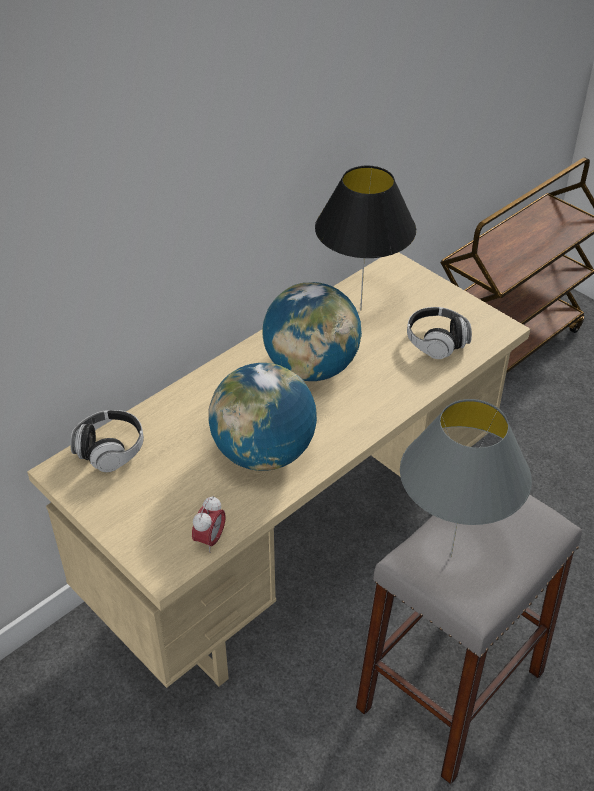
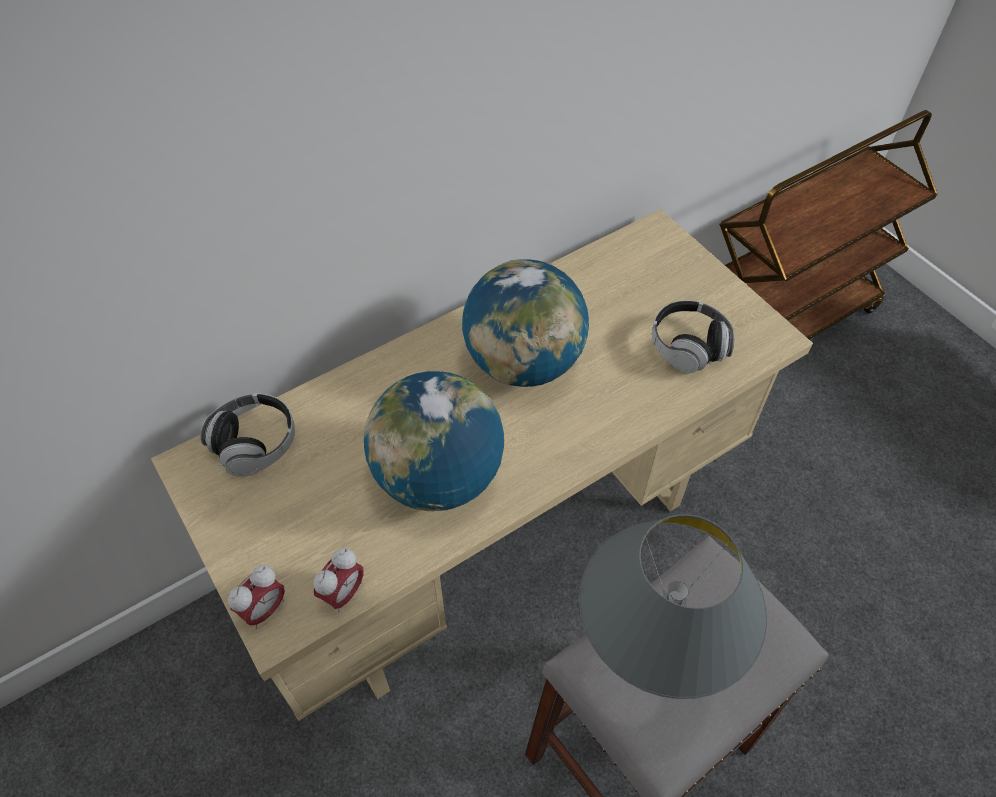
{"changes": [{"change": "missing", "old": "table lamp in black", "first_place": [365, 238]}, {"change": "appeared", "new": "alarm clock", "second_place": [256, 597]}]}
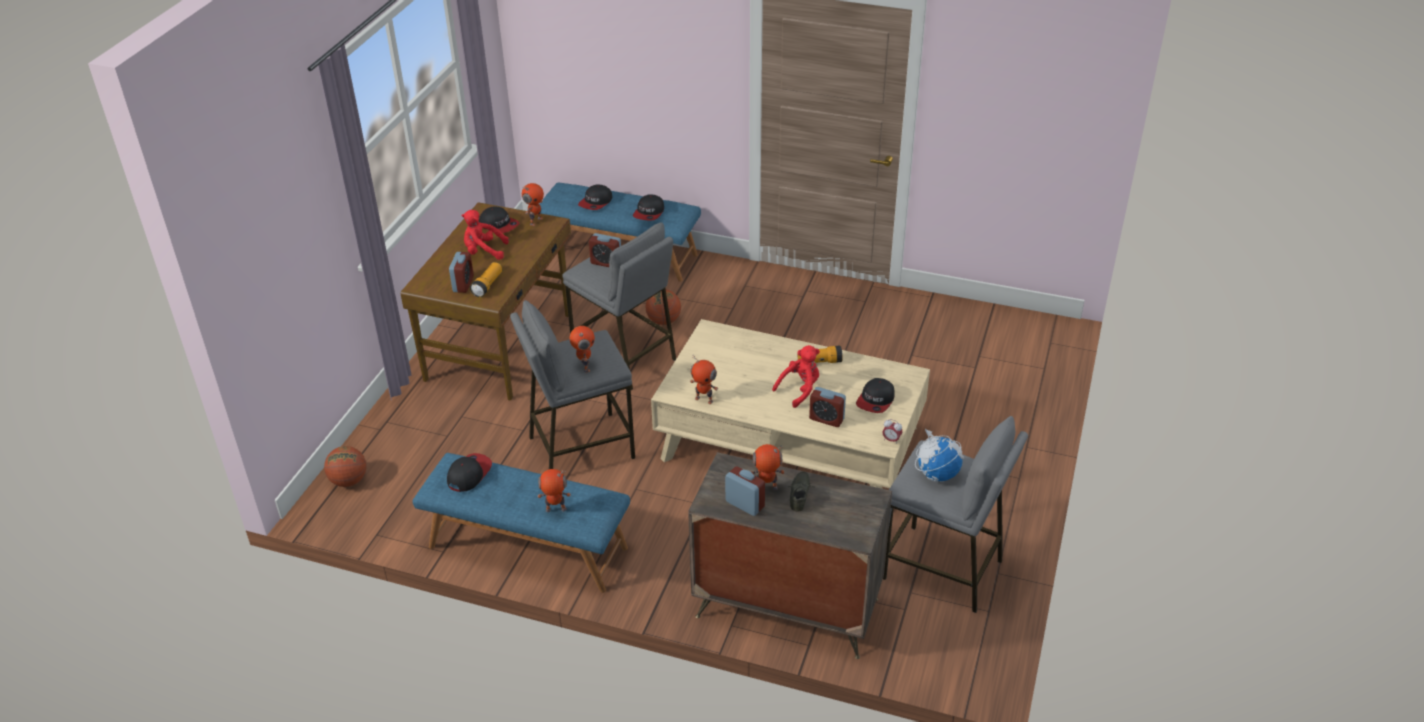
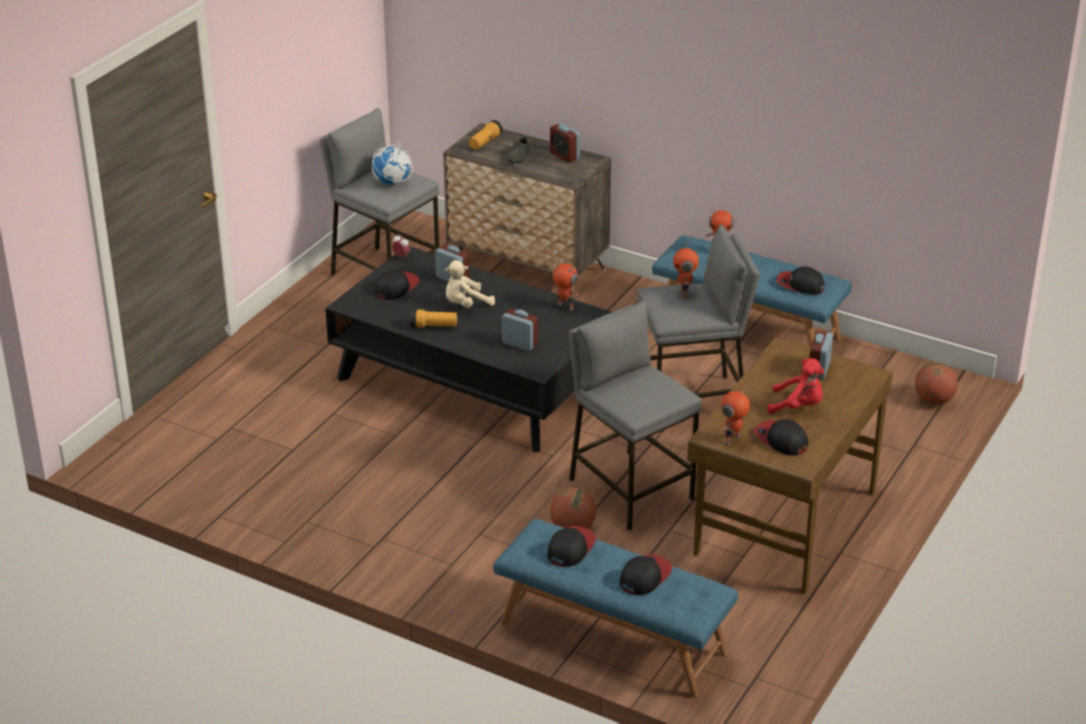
{"changes": [{"change": "spun", "old": "cap", "first_place": [469, 472], "second_place": [801, 280], "degrees": 75}, {"change": "relocated", "old": "flashlight", "first_place": [486, 279], "second_place": [486, 135]}, {"change": "relocated", "old": "alarm clock", "first_place": [605, 250], "second_place": [520, 330]}, {"change": "colour", "old": "coffee table in beige", "new": "coffee table in black", "first_place": [790, 404], "second_place": [468, 349]}, {"change": "missing", "old": "toy robot", "first_place": [768, 467]}, {"change": "colour", "old": "plush toy in red", "new": "plush toy in beige", "first_place": [796, 376], "second_place": [470, 284]}]}
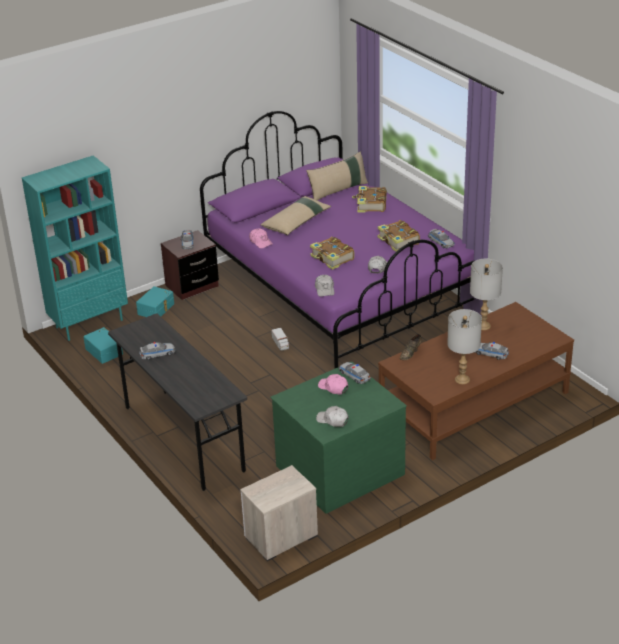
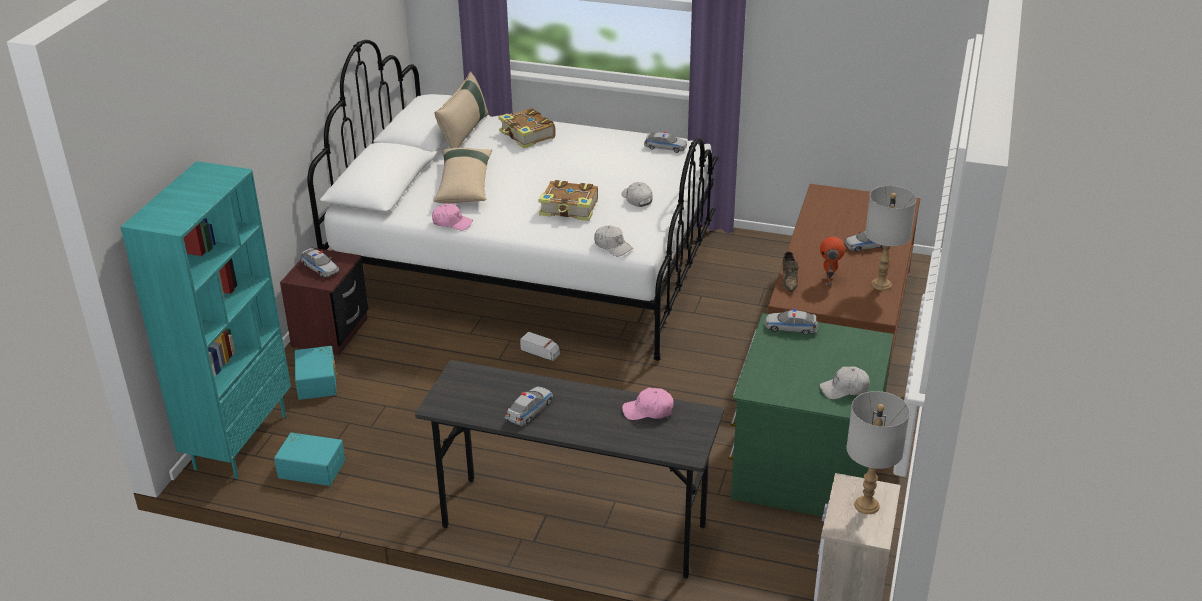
{"changes": [{"change": "colour", "old": "bed in purple", "new": "bed in white", "first_place": [337, 240], "second_place": [512, 200]}, {"change": "relocated", "old": "cap in pink", "first_place": [333, 384], "second_place": [647, 403]}, {"change": "missing", "old": "book", "first_place": [398, 236]}, {"change": "relocated", "old": "table lamp in grey", "first_place": [486, 294], "second_place": [878, 452]}, {"change": "appeared", "new": "toy robot", "second_place": [832, 257]}]}
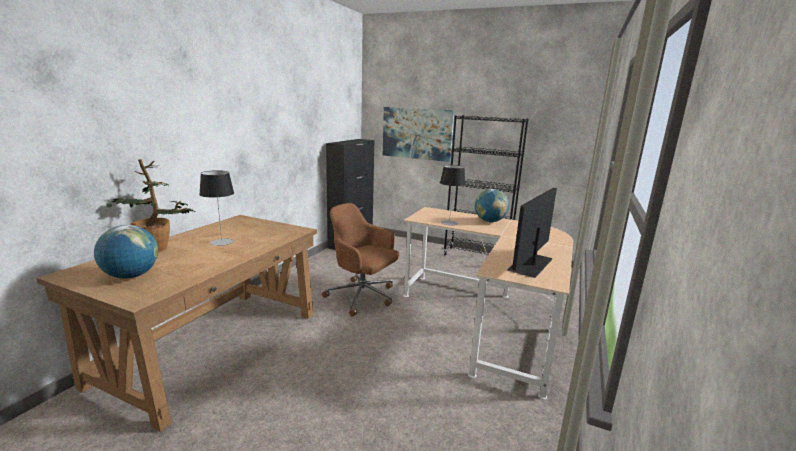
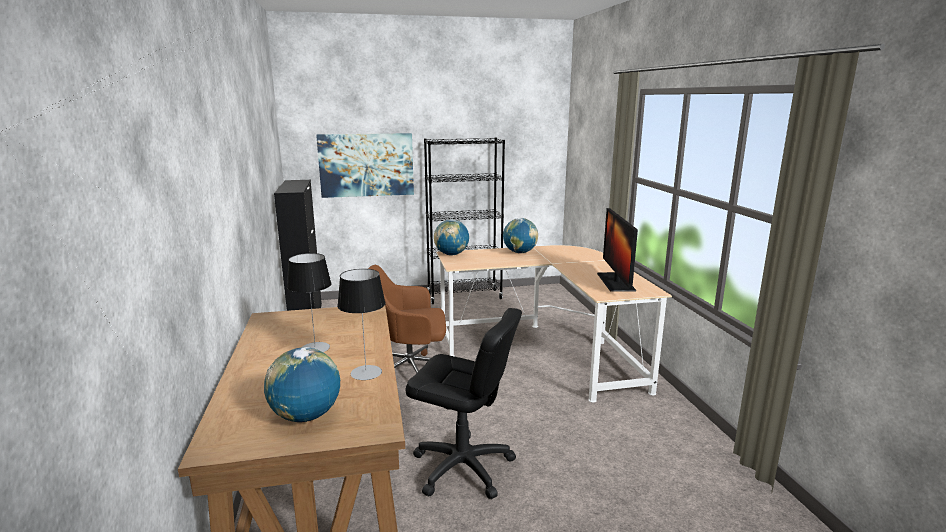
{"changes": [{"change": "missing", "old": "potted plant", "first_place": [150, 205]}, {"change": "relocated", "old": "table lamp", "first_place": [453, 195], "second_place": [361, 324]}, {"change": "appeared", "new": "office chair in black", "second_place": [464, 403]}, {"change": "appeared", "new": "globe", "second_place": [451, 237]}]}
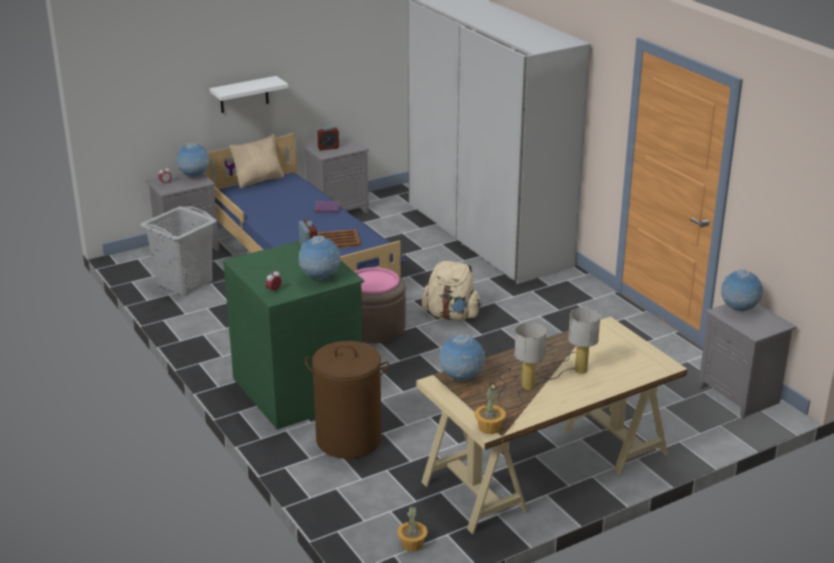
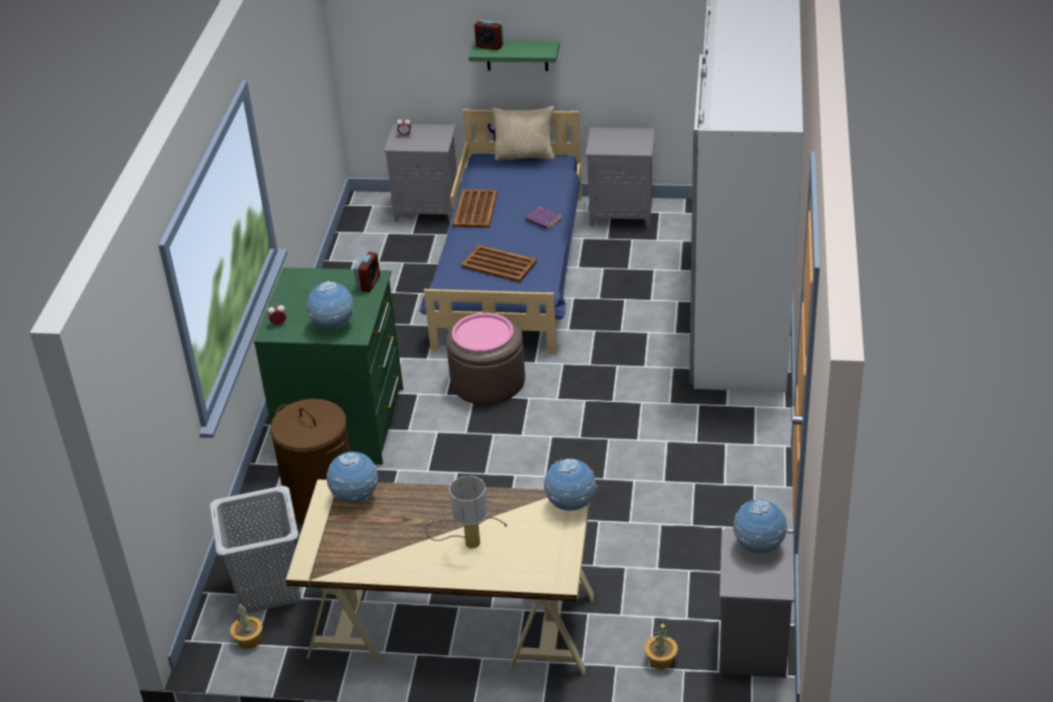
{"changes": [{"change": "relocated", "old": "laundry basket in grey", "first_place": [179, 250], "second_place": [255, 549]}, {"change": "relocated", "old": "globe", "first_place": [193, 160], "second_place": [571, 485]}, {"change": "colour", "old": "shelf in white", "new": "shelf in green", "first_place": [249, 94], "second_place": [514, 55]}, {"change": "relocated", "old": "alarm clock", "first_place": [328, 138], "second_place": [488, 34]}, {"change": "missing", "old": "backpack in beige", "first_place": [451, 290]}, {"change": "relocated", "old": "potted plant", "first_place": [490, 408], "second_place": [661, 645]}, {"change": "missing", "old": "table lamp", "first_place": [522, 365]}, {"change": "appeared", "new": "tray in brown", "second_place": [475, 208]}]}
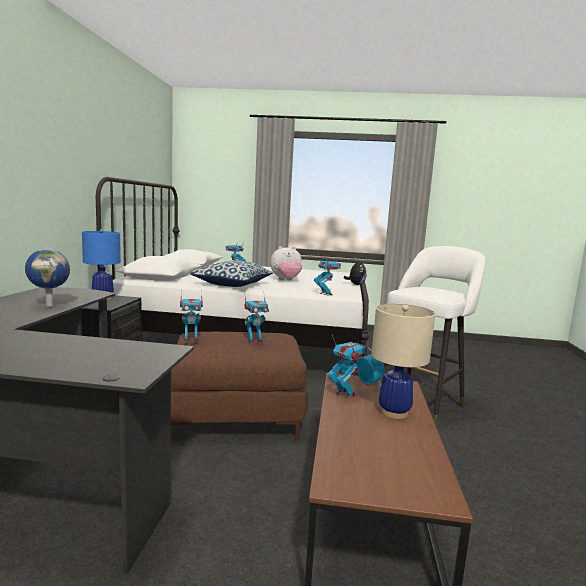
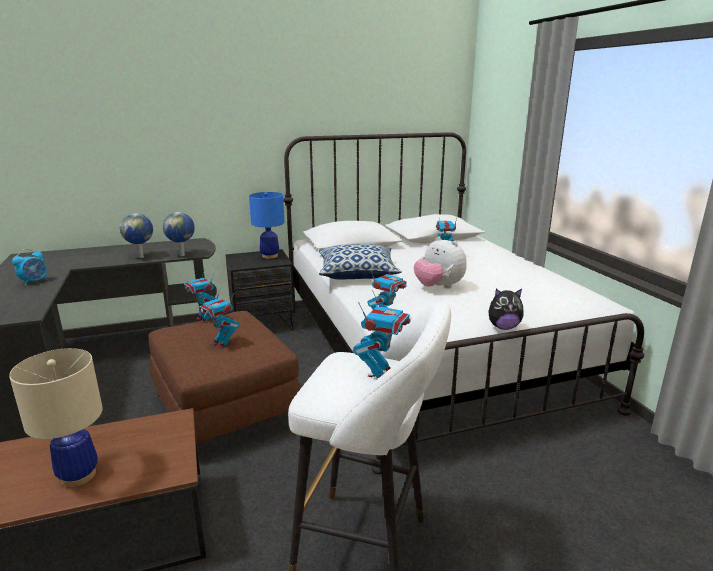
{"changes": [{"change": "relocated", "old": "toy robot", "first_place": [347, 366], "second_place": [381, 334]}, {"change": "relocated", "old": "alarm clock", "first_place": [370, 367], "second_place": [29, 267]}, {"change": "appeared", "new": "globe", "second_place": [179, 234]}]}
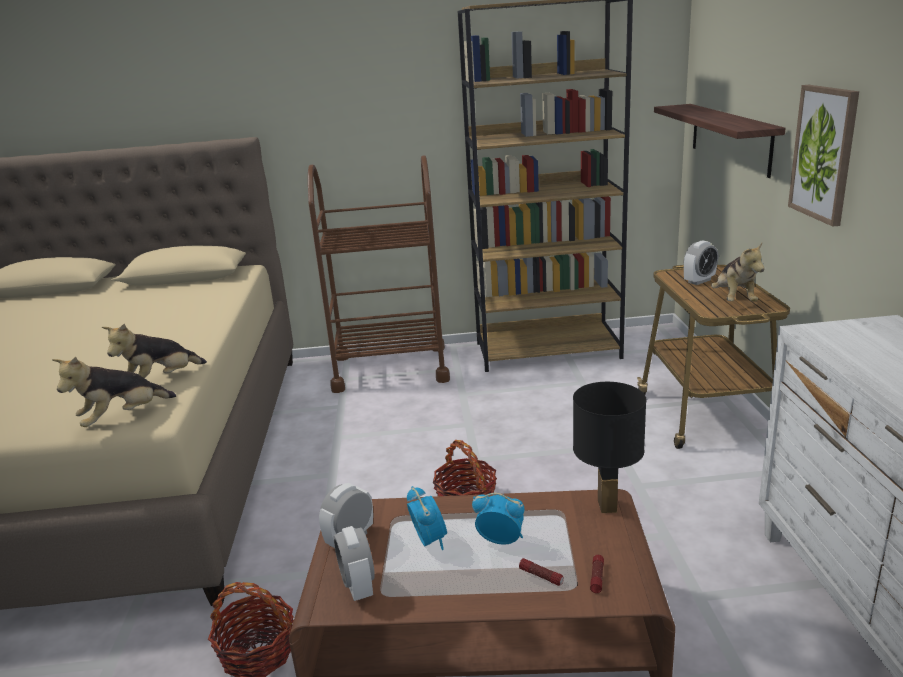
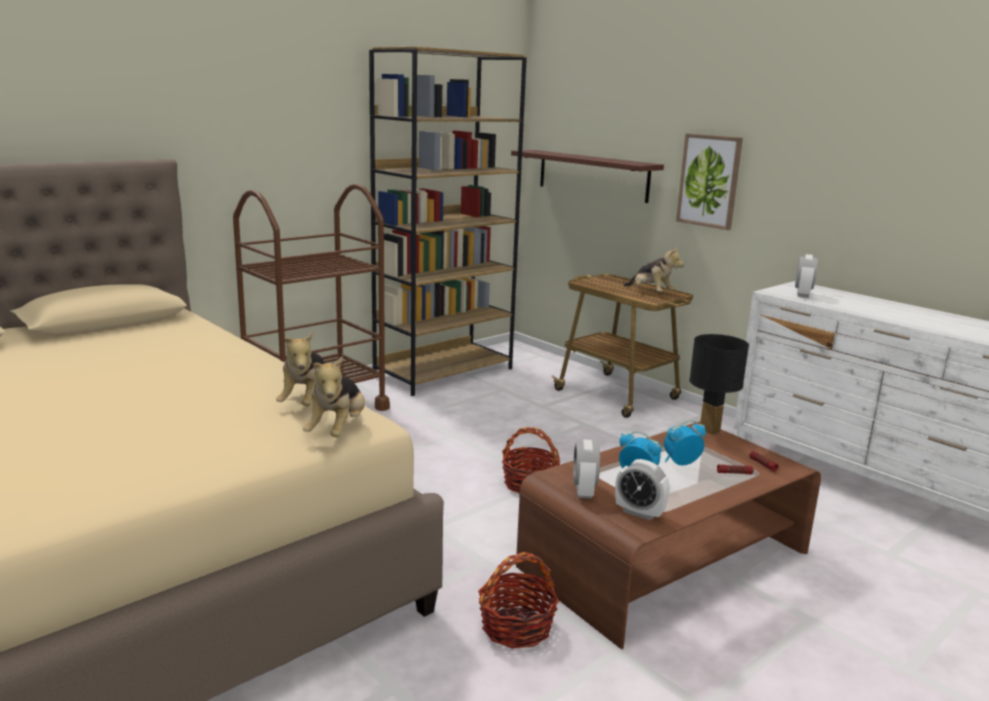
{"changes": [{"change": "relocated", "old": "alarm clock", "first_place": [701, 262], "second_place": [806, 276]}]}
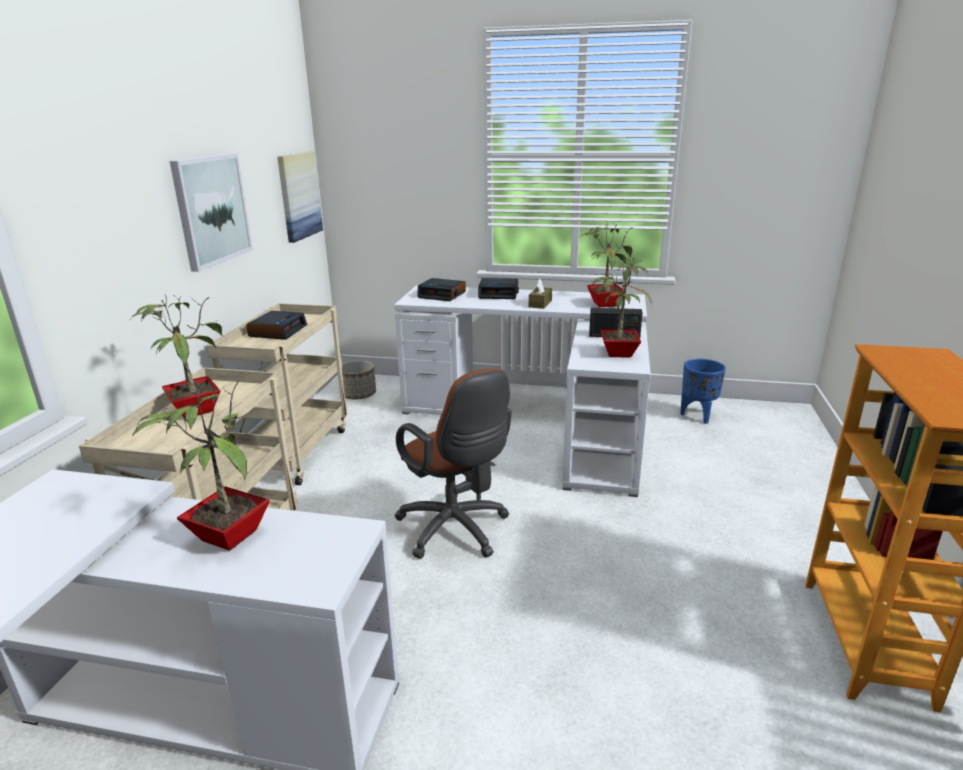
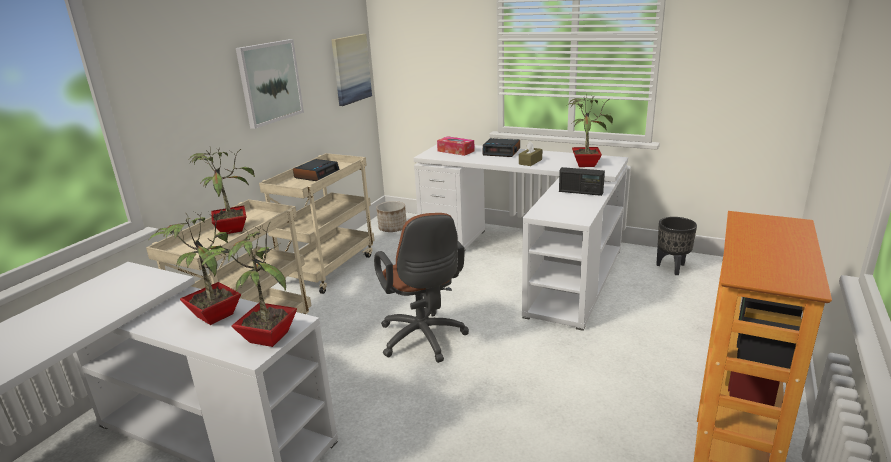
{"changes": [{"change": "exchanged", "old": "alarm clock", "new": "tissue box", "first_place": [441, 289], "second_place": [456, 146]}, {"change": "relocated", "old": "potted plant", "first_place": [622, 308], "second_place": [249, 284]}, {"change": "colour", "old": "planter in blue", "new": "planter in black", "first_place": [703, 391], "second_place": [676, 246]}]}
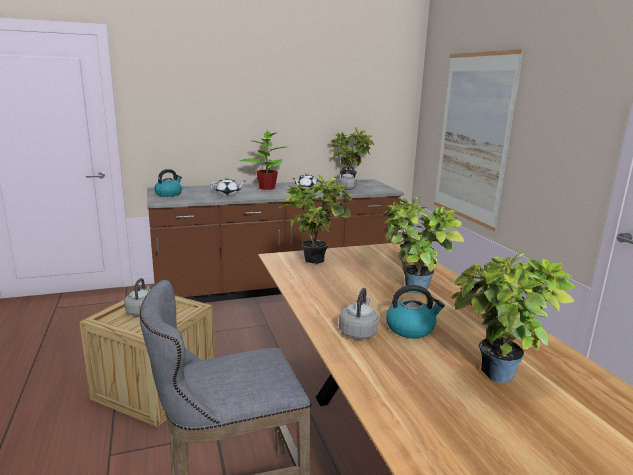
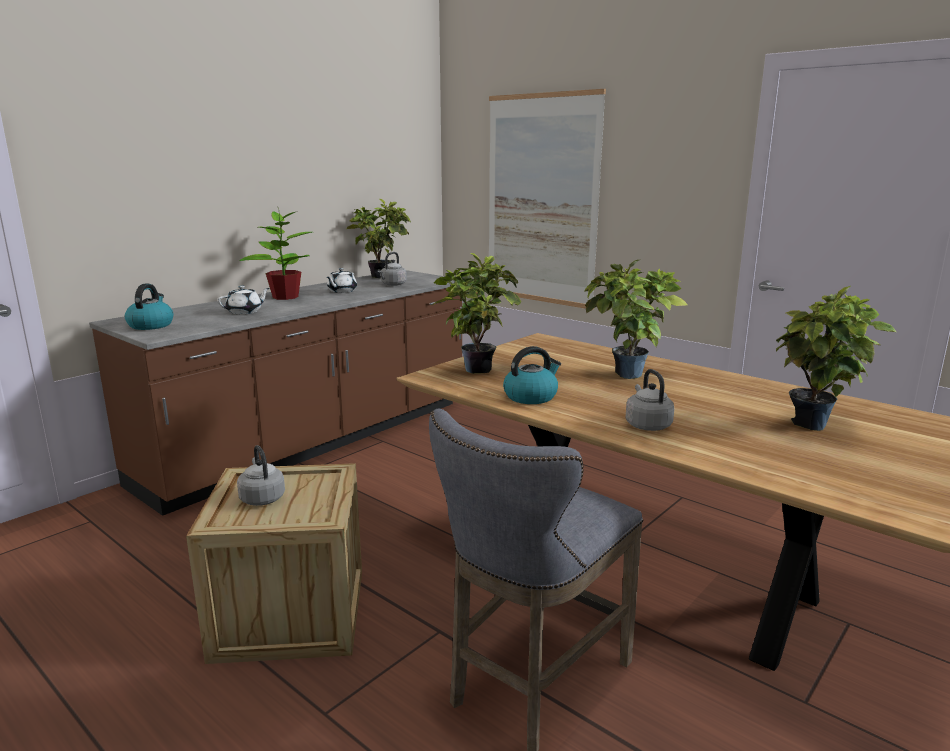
{"changes": [{"change": "relocated", "old": "kettle", "first_place": [415, 311], "second_place": [532, 375]}]}
